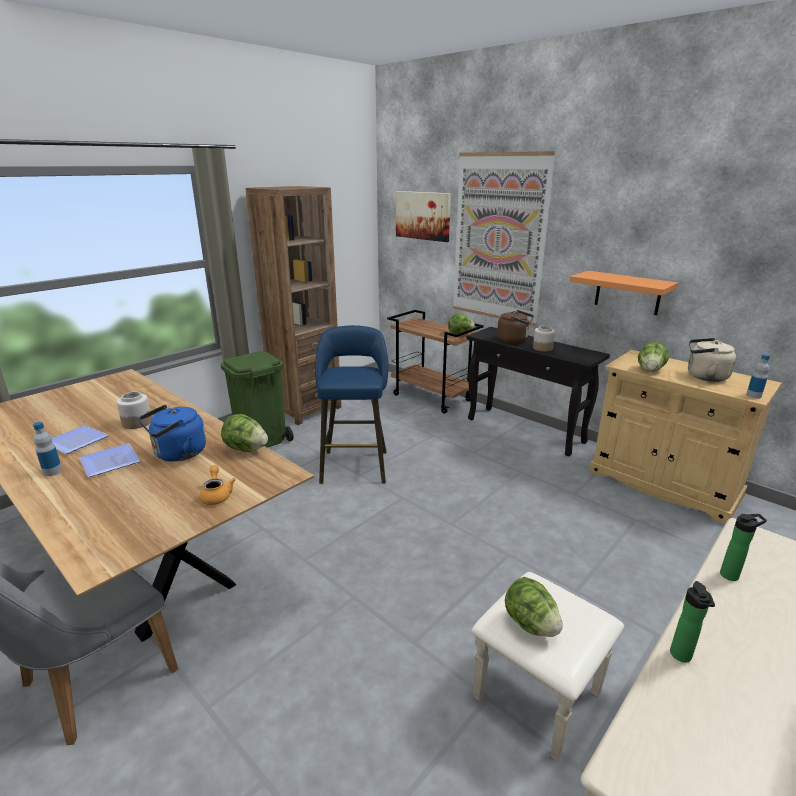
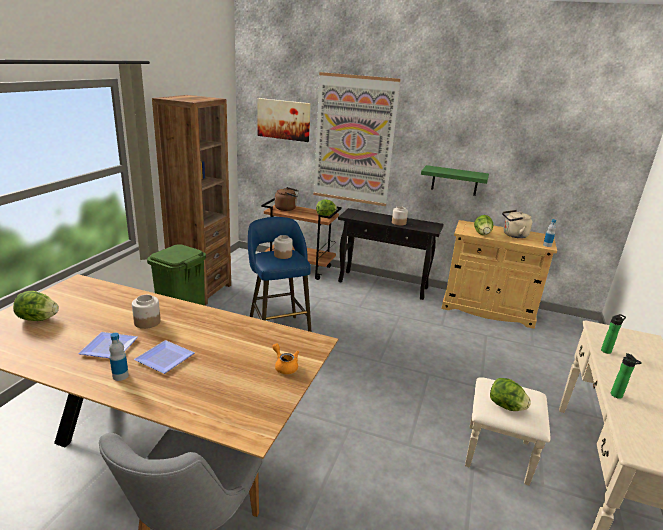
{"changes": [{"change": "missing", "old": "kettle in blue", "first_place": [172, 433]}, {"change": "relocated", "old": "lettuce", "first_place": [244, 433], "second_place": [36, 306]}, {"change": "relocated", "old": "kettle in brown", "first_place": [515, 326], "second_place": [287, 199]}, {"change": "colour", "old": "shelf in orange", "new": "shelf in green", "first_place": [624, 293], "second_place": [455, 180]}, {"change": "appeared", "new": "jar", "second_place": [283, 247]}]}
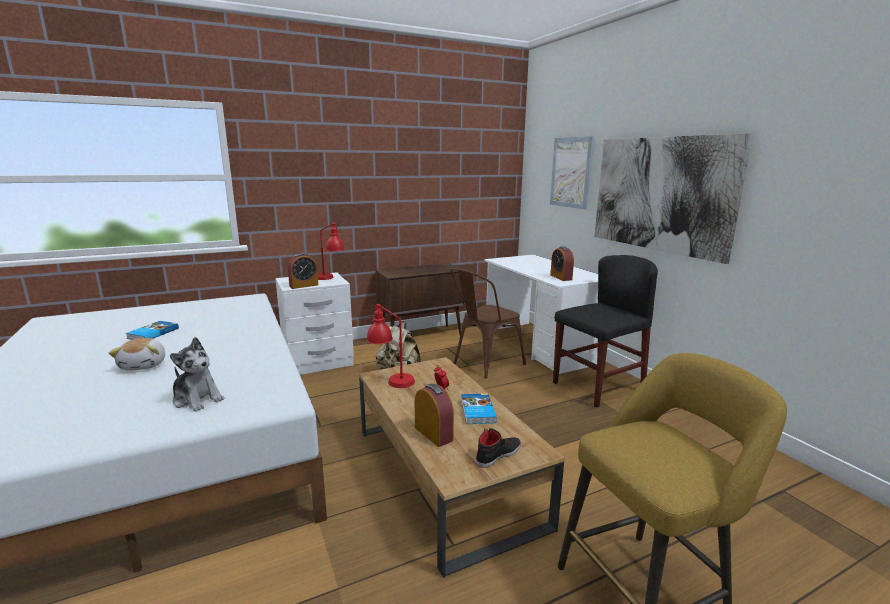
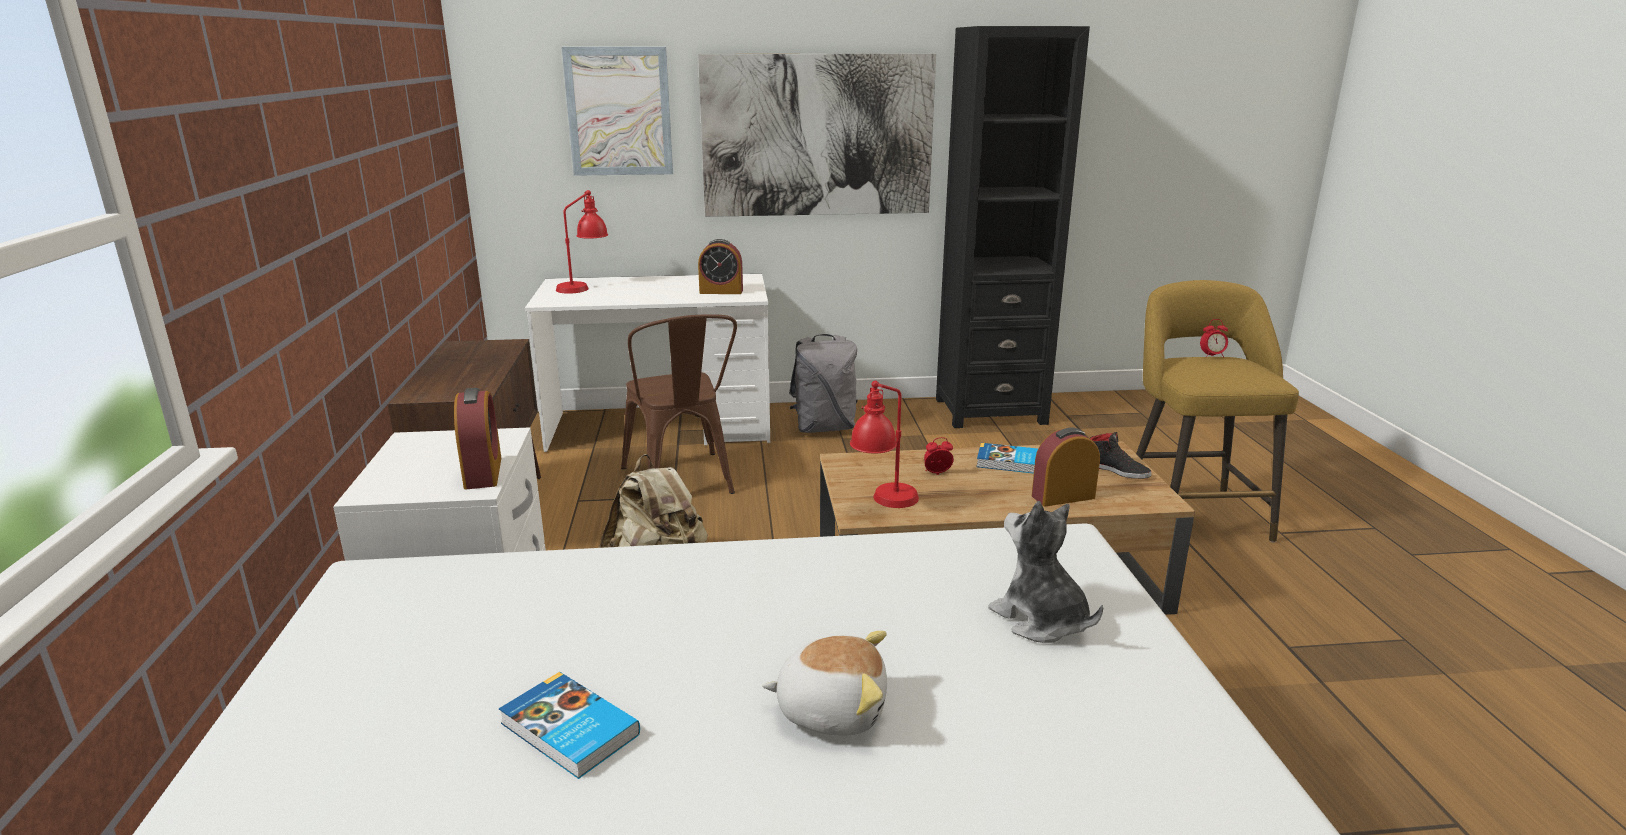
{"changes": [{"change": "spun", "old": "plush toy", "first_place": [197, 374], "second_place": [1045, 572], "degrees": -90}, {"change": "relocated", "old": "table lamp in red", "first_place": [331, 251], "second_place": [582, 242]}, {"change": "spun", "old": "shoe in black", "first_place": [498, 448], "second_place": [1120, 455], "degrees": 150}, {"change": "exchanged", "old": "chair in black", "new": "backpack in grey", "first_place": [605, 331], "second_place": [823, 383]}, {"change": "appeared", "new": "bookcase in black", "second_place": [1013, 227]}, {"change": "appeared", "new": "alarm clock", "second_place": [1214, 338]}]}
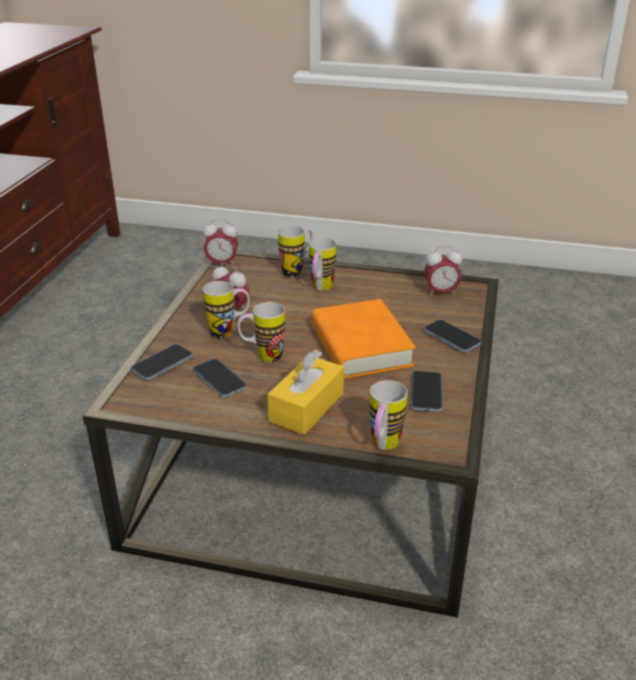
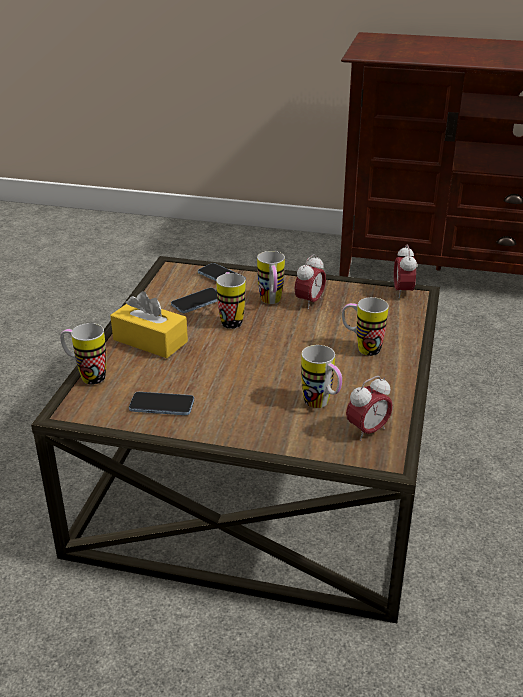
{"changes": [{"change": "relocated", "old": "mug", "first_place": [295, 252], "second_place": [321, 376]}, {"change": "missing", "old": "book in orange", "first_place": [363, 339]}, {"change": "spun", "old": "alarm clock", "first_place": [443, 271], "second_place": [369, 408], "degrees": -120}, {"change": "missing", "old": "phone", "first_place": [453, 336]}]}
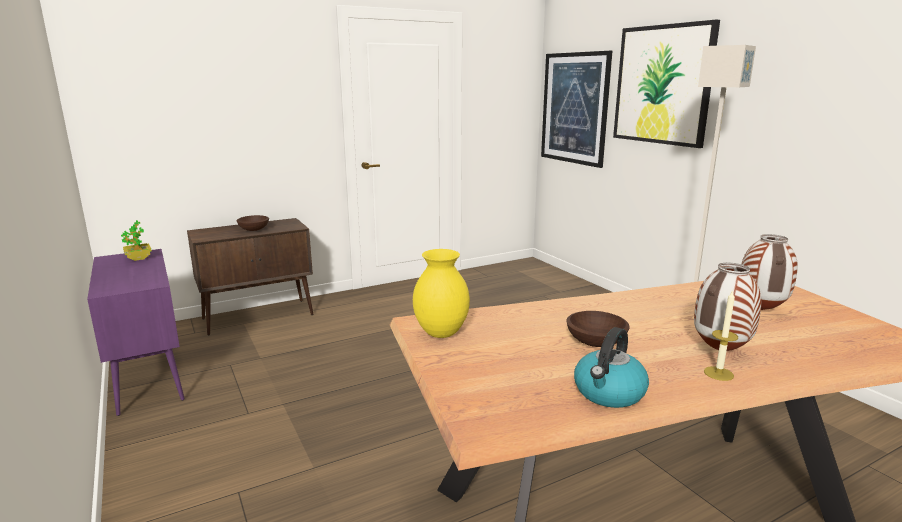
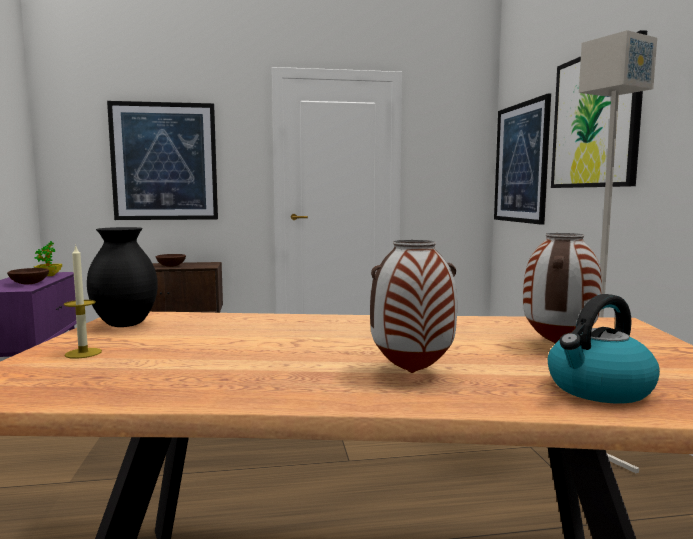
{"changes": [{"change": "colour", "old": "vase in yellow", "new": "vase in black", "first_place": [441, 293], "second_place": [122, 277]}, {"change": "relocated", "old": "bowl in brown", "first_place": [597, 329], "second_place": [28, 276]}, {"change": "relocated", "old": "kettle", "first_place": [611, 367], "second_place": [604, 349]}, {"change": "relocated", "old": "candle", "first_place": [721, 335], "second_place": [82, 301]}, {"change": "appeared", "new": "picture", "second_place": [162, 160]}]}
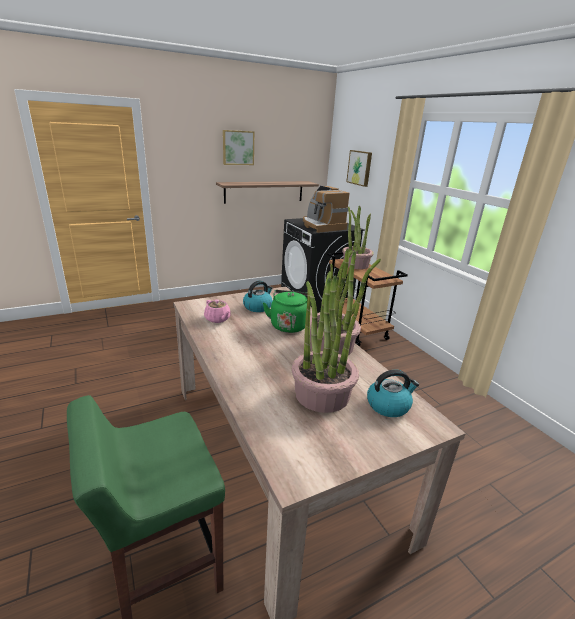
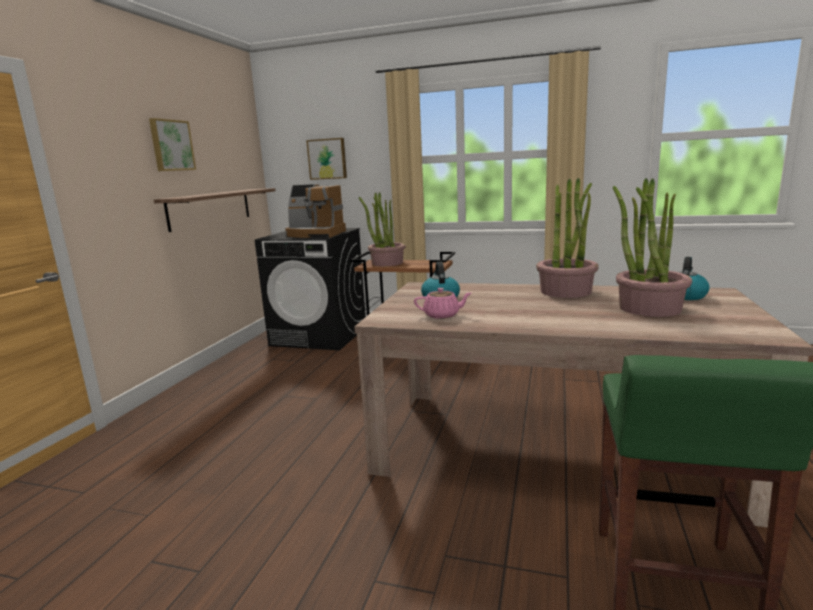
{"changes": [{"change": "missing", "old": "kettle in green", "first_place": [285, 311]}]}
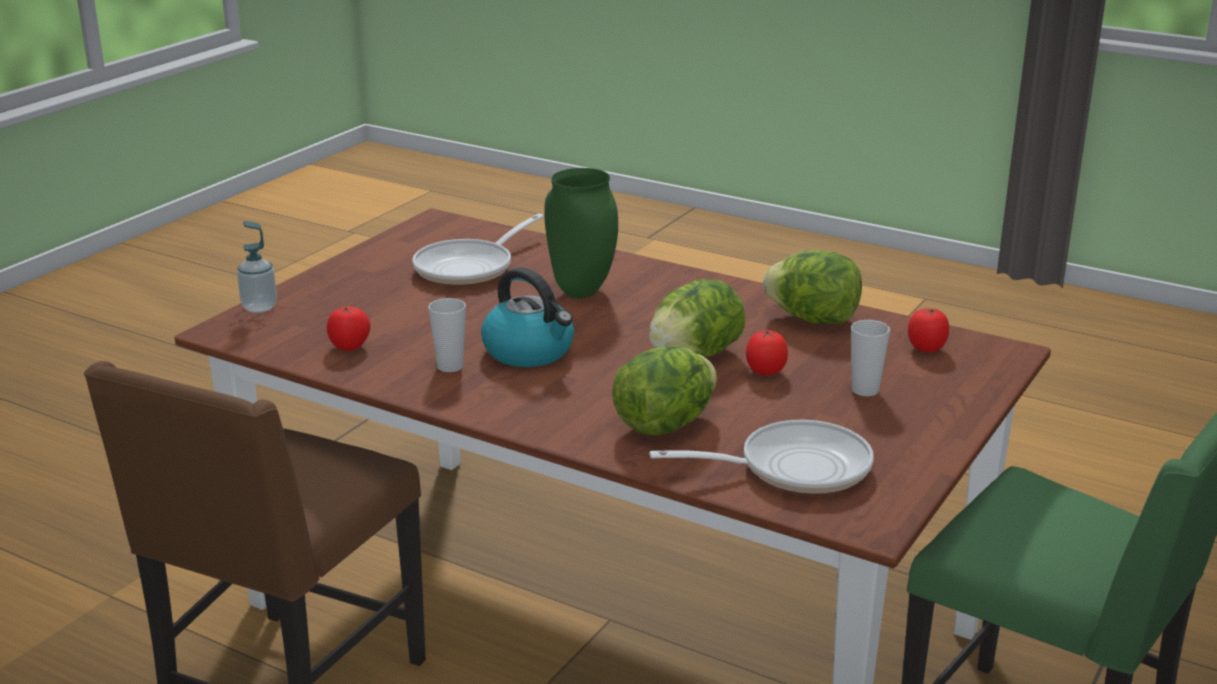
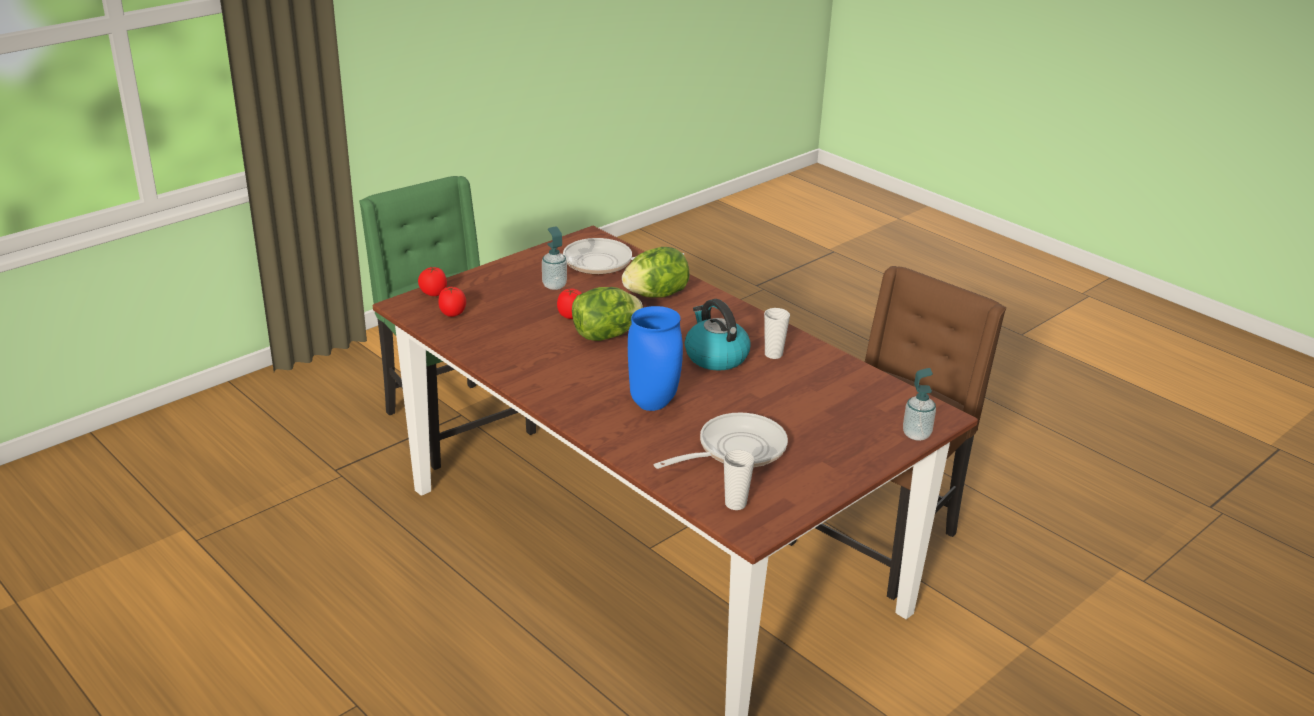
{"changes": [{"change": "relocated", "old": "tomato", "first_place": [349, 328], "second_place": [432, 281]}, {"change": "colour", "old": "vase in green", "new": "vase in blue", "first_place": [581, 233], "second_place": [655, 358]}, {"change": "missing", "old": "lettuce", "first_place": [812, 287]}, {"change": "relocated", "old": "cup", "first_place": [870, 358], "second_place": [739, 480]}, {"change": "appeared", "new": "soap dispenser", "second_place": [554, 258]}]}
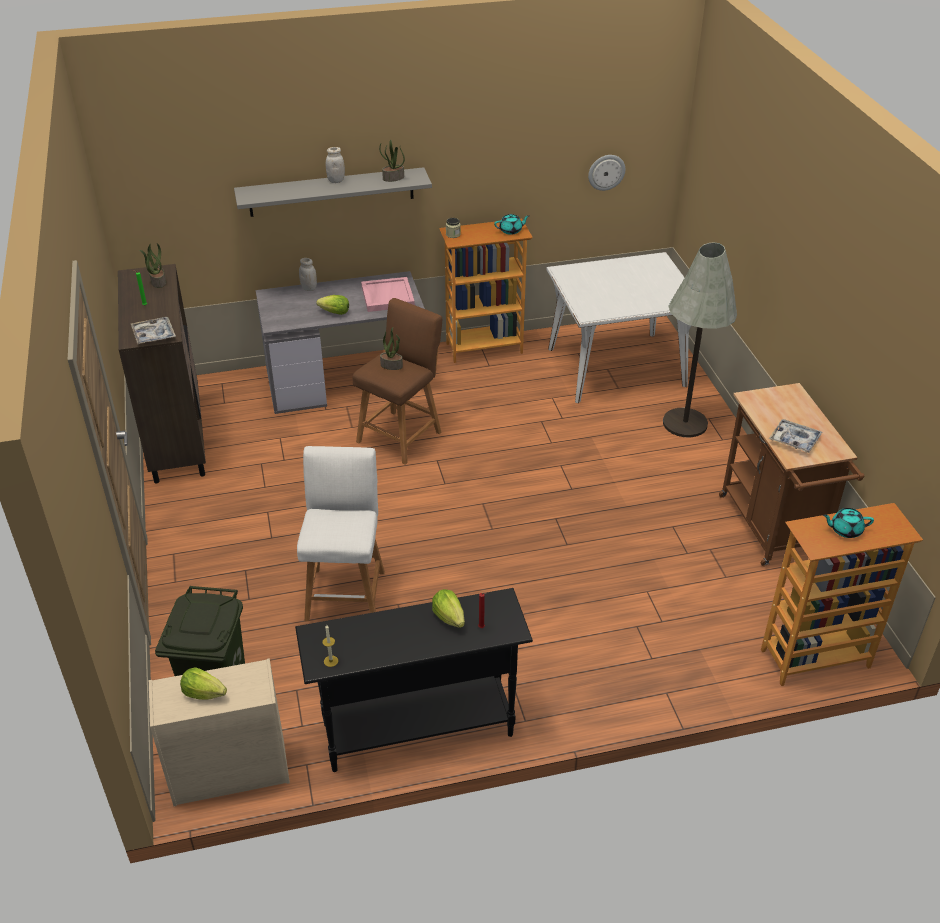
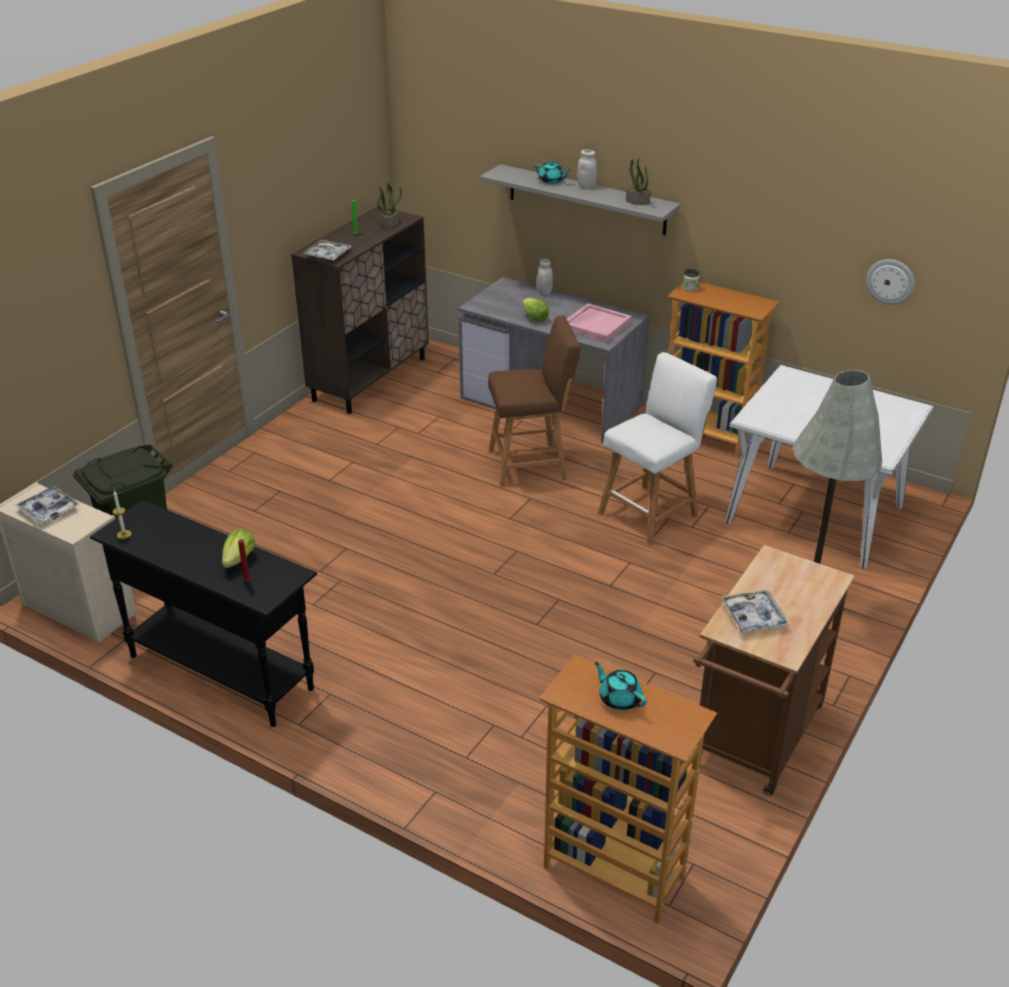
{"changes": [{"change": "exchanged", "old": "lettuce", "new": "tray", "first_place": [203, 683], "second_place": [47, 505]}, {"change": "relocated", "old": "stool in white", "first_place": [341, 533], "second_place": [657, 448]}, {"change": "missing", "old": "potted plant", "first_place": [391, 348]}, {"change": "relocated", "old": "teapot in turquoise", "first_place": [511, 224], "second_place": [552, 172]}]}
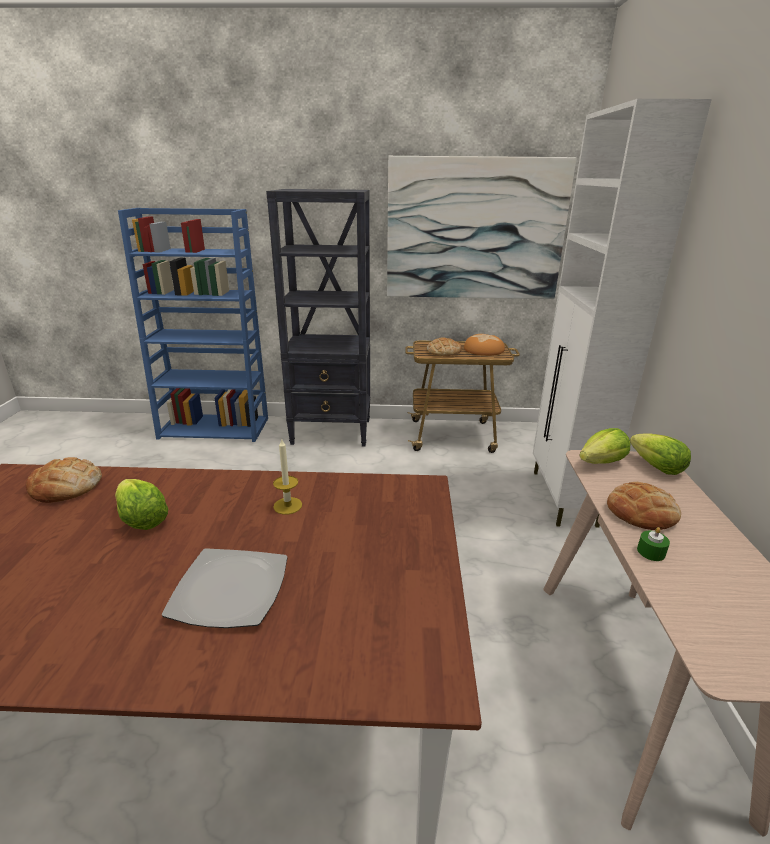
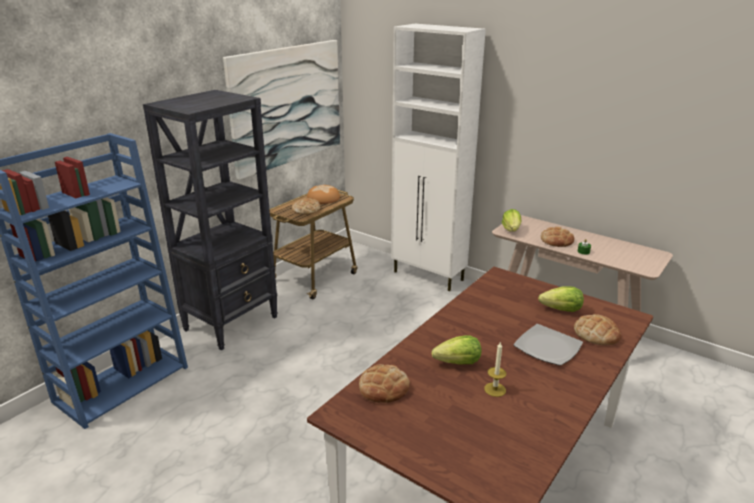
{"changes": [{"change": "relocated", "old": "candle", "first_place": [287, 476], "second_place": [495, 369]}, {"change": "relocated", "old": "lettuce", "first_place": [660, 454], "second_place": [561, 299]}, {"change": "appeared", "new": "bread", "second_place": [597, 329]}]}
